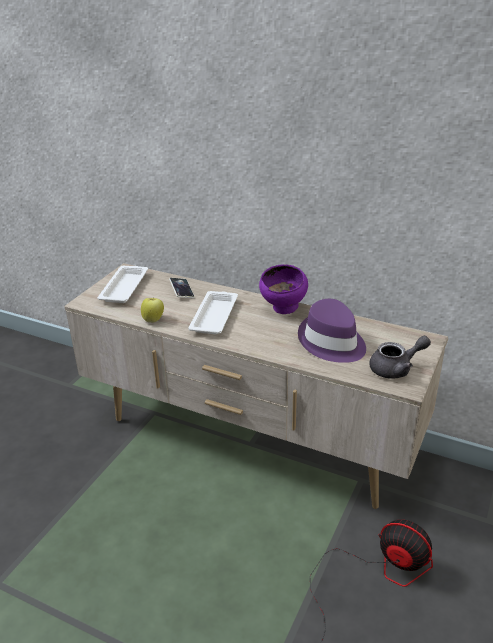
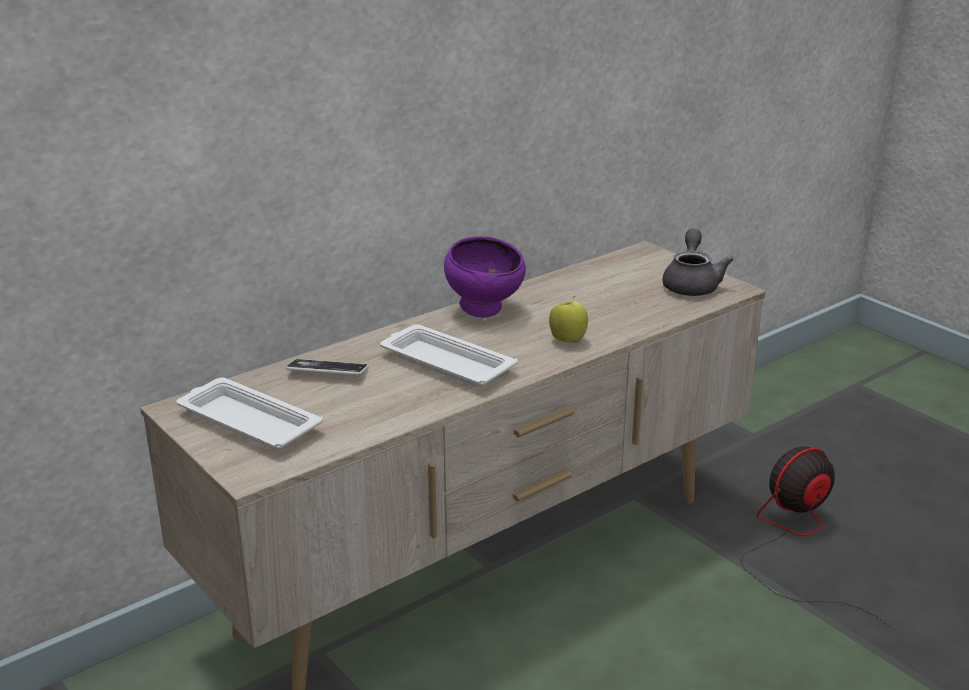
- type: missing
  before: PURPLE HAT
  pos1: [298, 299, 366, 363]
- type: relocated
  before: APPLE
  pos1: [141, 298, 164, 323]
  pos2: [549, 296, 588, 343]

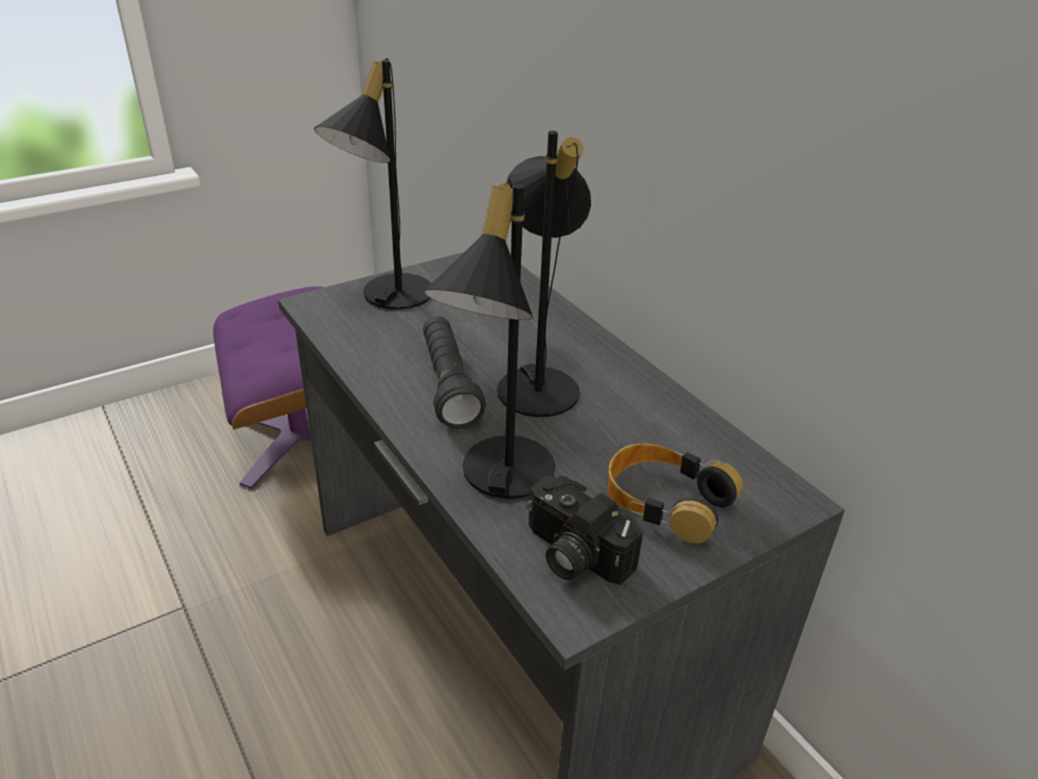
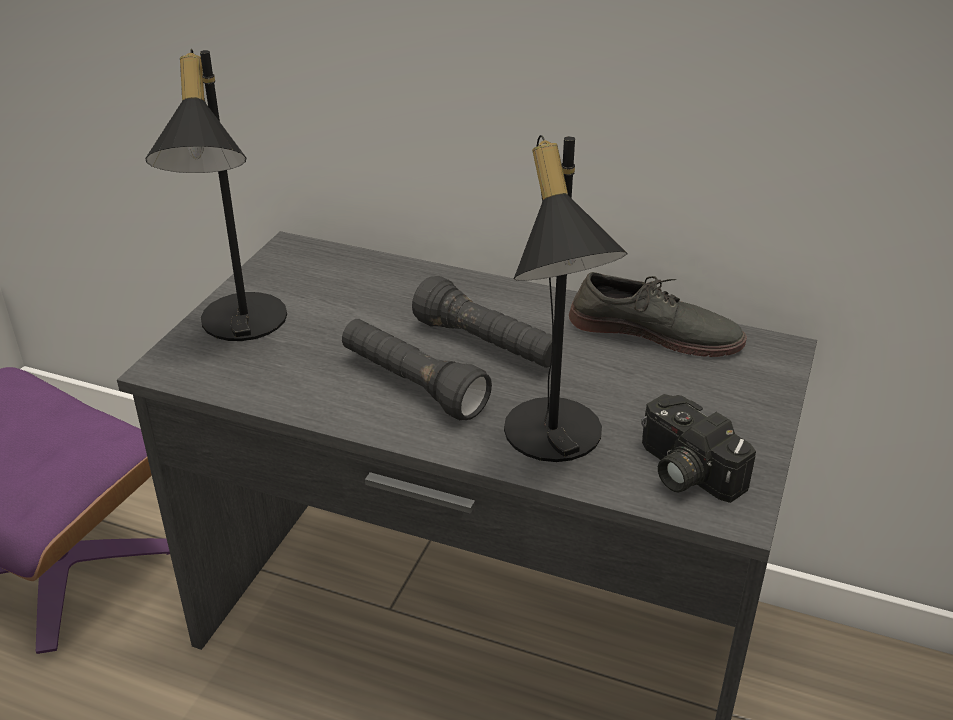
- type: missing
  before: HEADPHONES
  pos1: [607, 444, 743, 544]
- type: appeared
  after: GREY SHOE
  pos2: [569, 272, 747, 357]
- type: exchanged
  before: BLACK TABLE LAMP
  after: BLACK FLASHLIGHT
  pos1: [497, 131, 591, 417]
  pos2: [412, 276, 552, 368]
- type: spun
  before: PHOTO CAMERA
  pos1: [526, 475, 643, 585]
  pos2: [641, 394, 756, 503]
  turn: 45

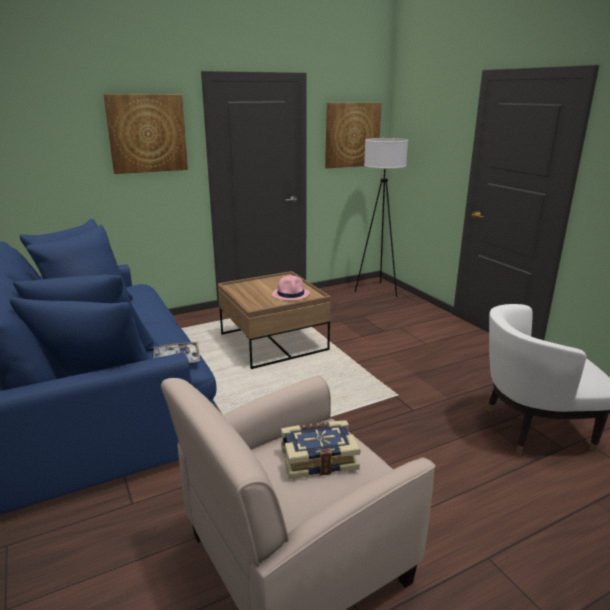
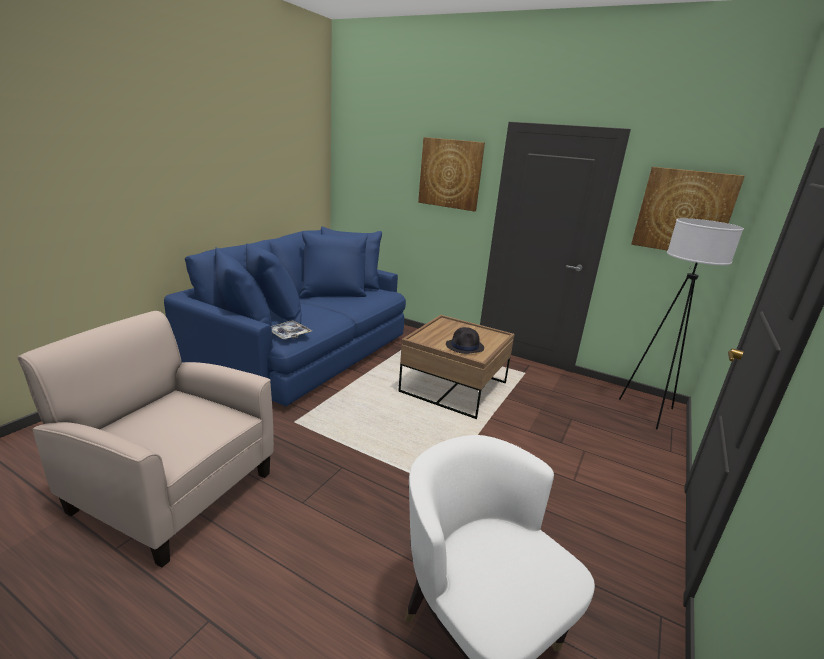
- type: missing
  before: BOOK
  pos1: [281, 420, 360, 479]
- type: colour
  before: PINK HAT
  after: BLACK HAT
  pos1: [272, 276, 310, 301]
  pos2: [446, 327, 484, 354]

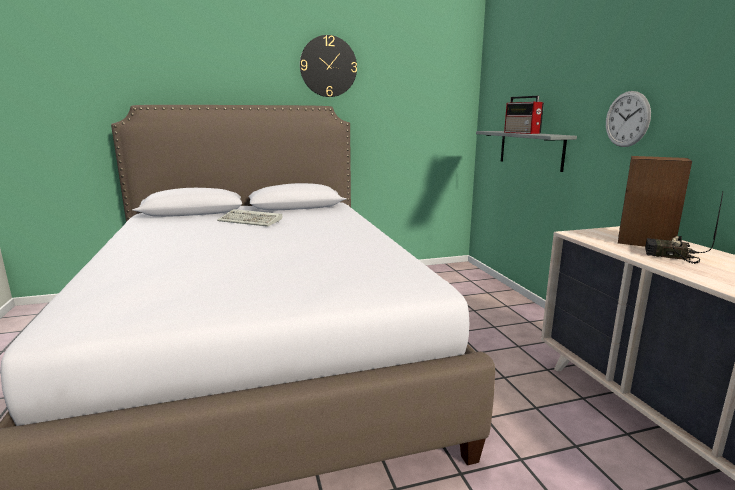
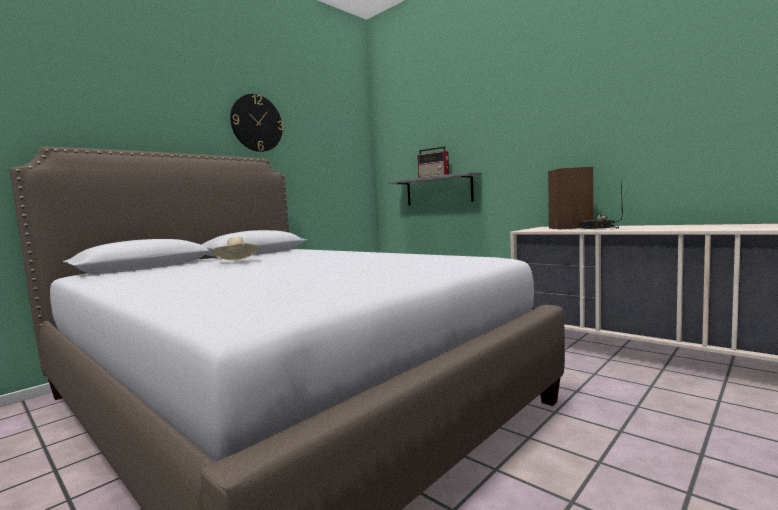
- type: missing
  before: WALL CLOCK
  pos1: [606, 91, 651, 147]
- type: exchanged
  before: KEYBOARD
  after: BEIGE HAT
  pos1: [217, 209, 282, 227]
  pos2: [212, 237, 258, 261]

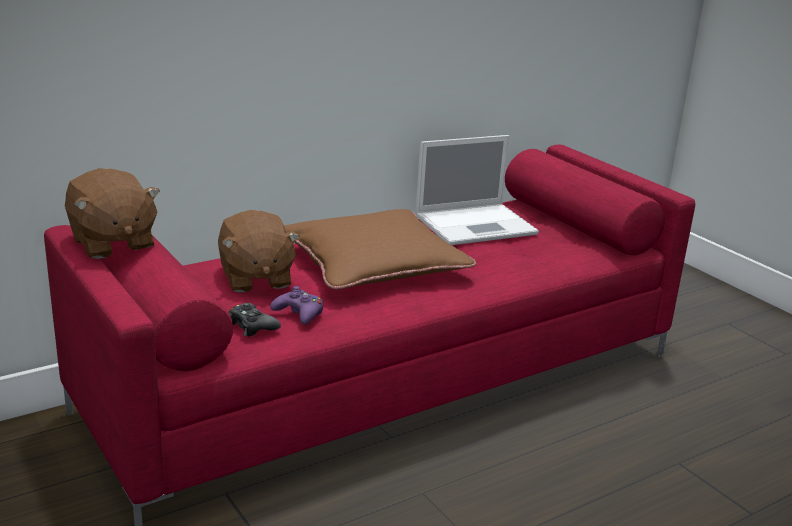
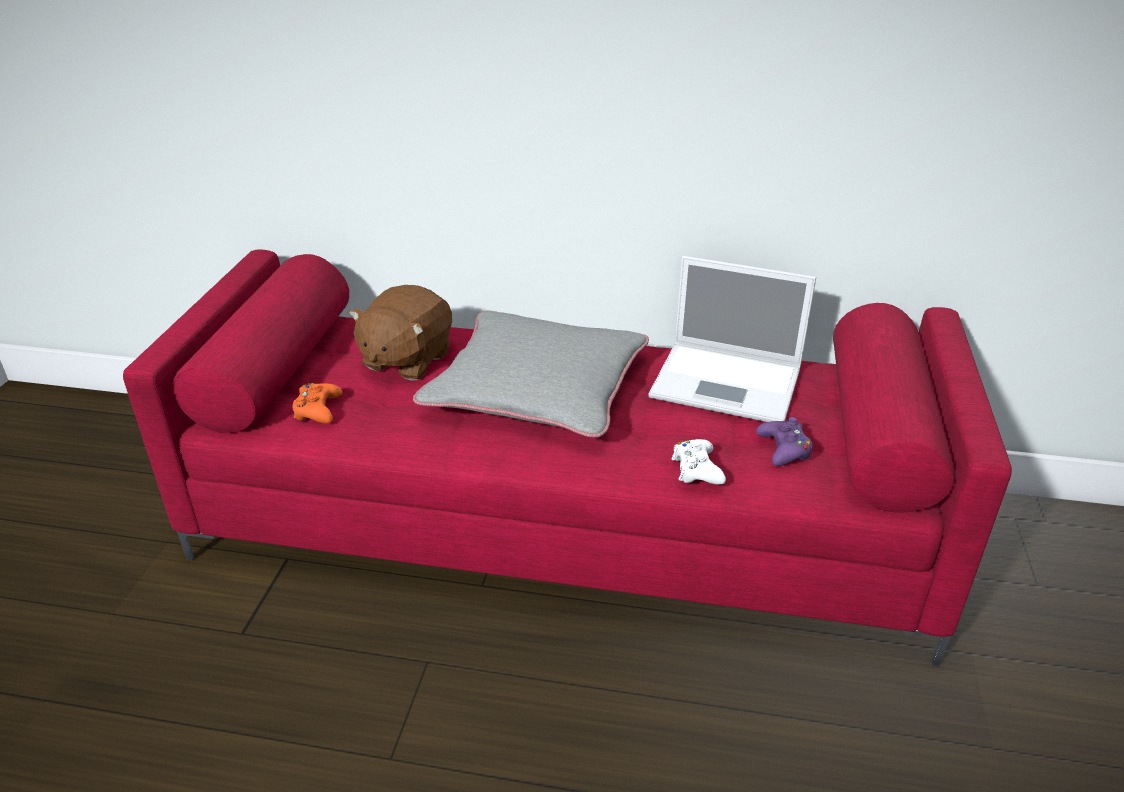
- type: missing
  before: BROWN PLUSH TOY
  pos1: [65, 168, 160, 259]
- type: appeared
  after: WHITE GAME CONTROLLER
  pos2: [671, 439, 726, 484]
- type: relocated
  before: PURPLE GAME CONTROLLER
  pos1: [270, 286, 323, 325]
  pos2: [756, 417, 812, 466]
- type: colour
  before: BLACK GAME CONTROLLER
  after: ORANGE GAME CONTROLLER
  pos1: [229, 303, 281, 337]
  pos2: [293, 383, 342, 424]
- type: colour
  before: BROWN PILLOW
  after: GREY PILLOW
  pos1: [284, 209, 476, 289]
  pos2: [413, 310, 649, 438]

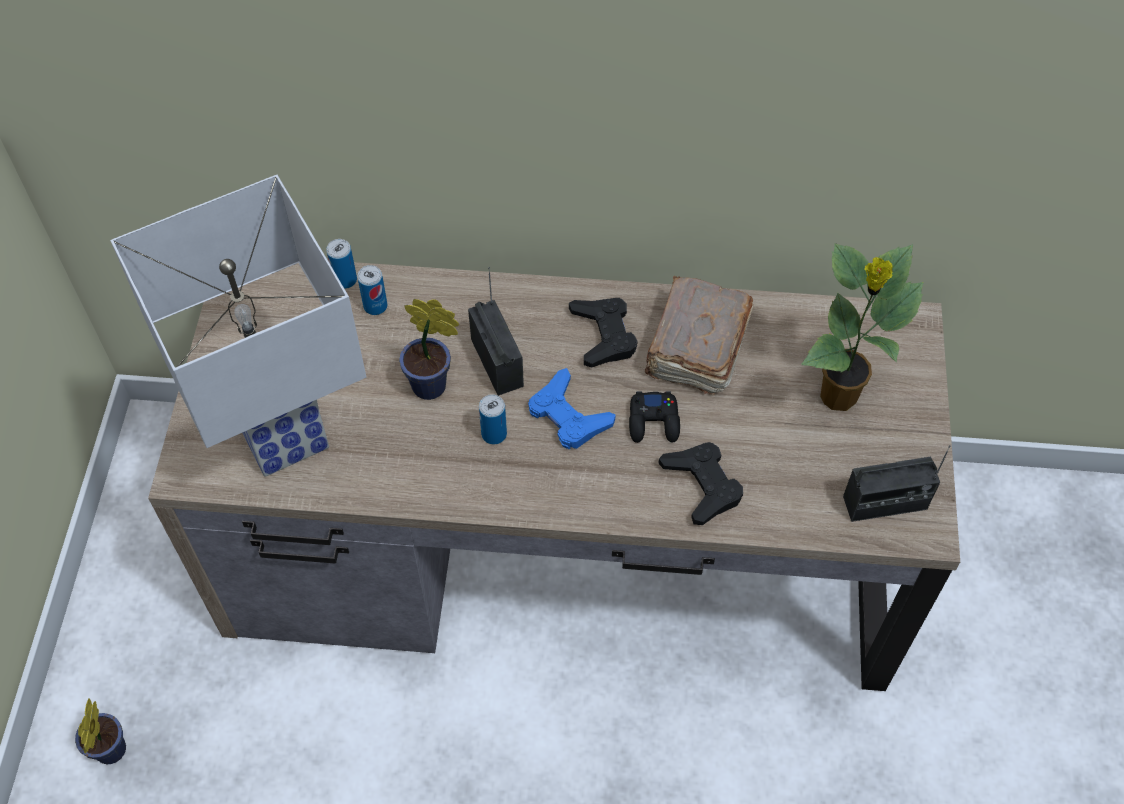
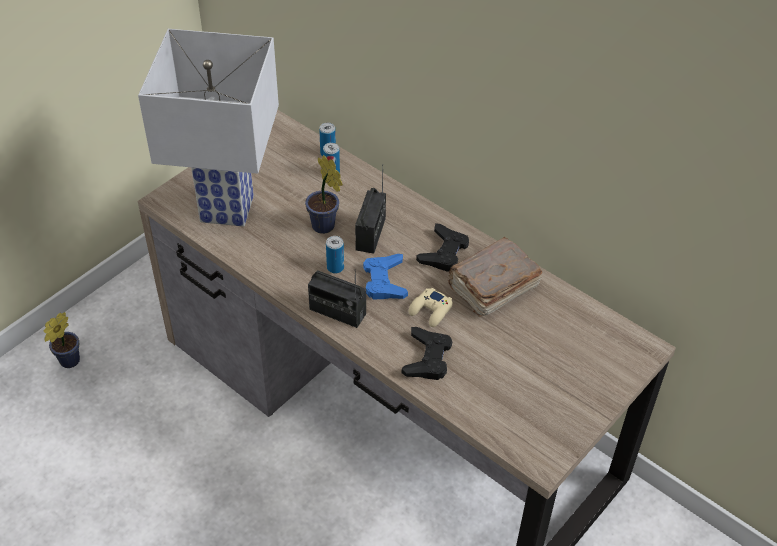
- type: missing
  before: POTTED PLANT
  pos1: [801, 243, 923, 411]
- type: relocated
  before: RADIO
  pos1: [843, 445, 950, 522]
  pos2: [308, 269, 366, 328]
- type: colour
  before: BLACK GAME CONTROLLER
  after: BEIGE GAME CONTROLLER
  pos1: [629, 392, 680, 443]
  pos2: [409, 288, 453, 327]

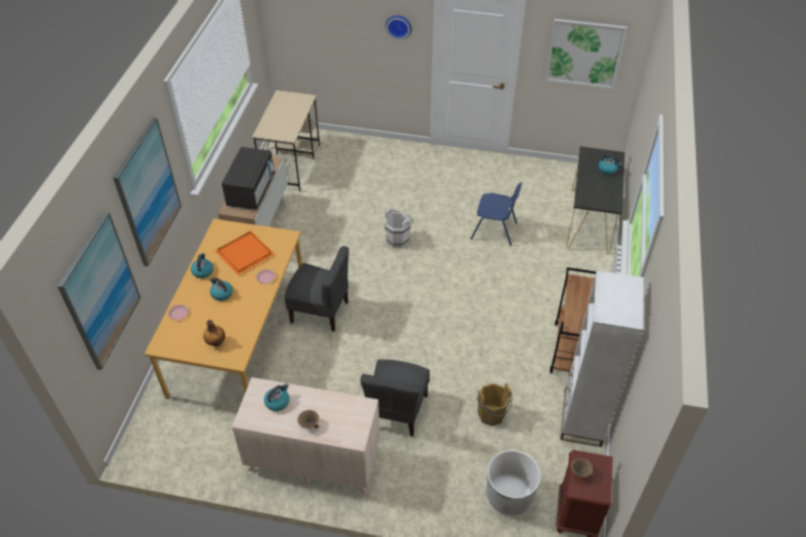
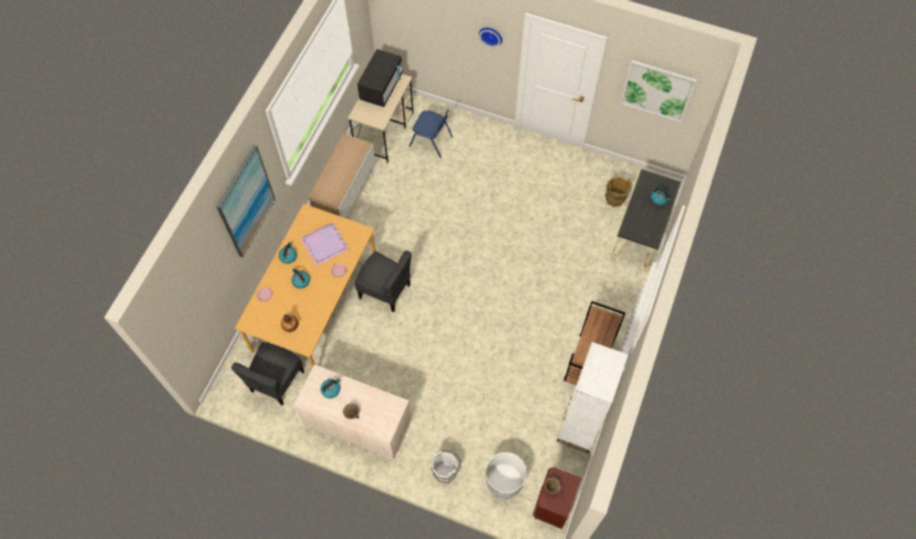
- type: missing
  before: PICTURE
  pos1: [57, 212, 141, 370]
- type: relocated
  before: BLACK MICROWAVE
  pos1: [222, 147, 274, 210]
  pos2: [357, 49, 403, 107]
- type: relocated
  before: GREY CHAIR
  pos1: [360, 359, 430, 437]
  pos2: [231, 342, 304, 406]
- type: relocated
  before: WHITE BUCKET
  pos1: [385, 207, 413, 248]
  pos2: [431, 450, 461, 483]
- type: relocated
  before: BLUE CHAIR
  pos1: [470, 182, 522, 246]
  pos2: [409, 109, 453, 158]
- type: relocated
  before: BROWN BUCKET
  pos1: [477, 383, 512, 426]
  pos2: [605, 177, 632, 207]
- type: colour
  before: ORANGE TRAY
  after: PURPLE TRAY
  pos1: [215, 231, 275, 275]
  pos2: [301, 222, 349, 266]

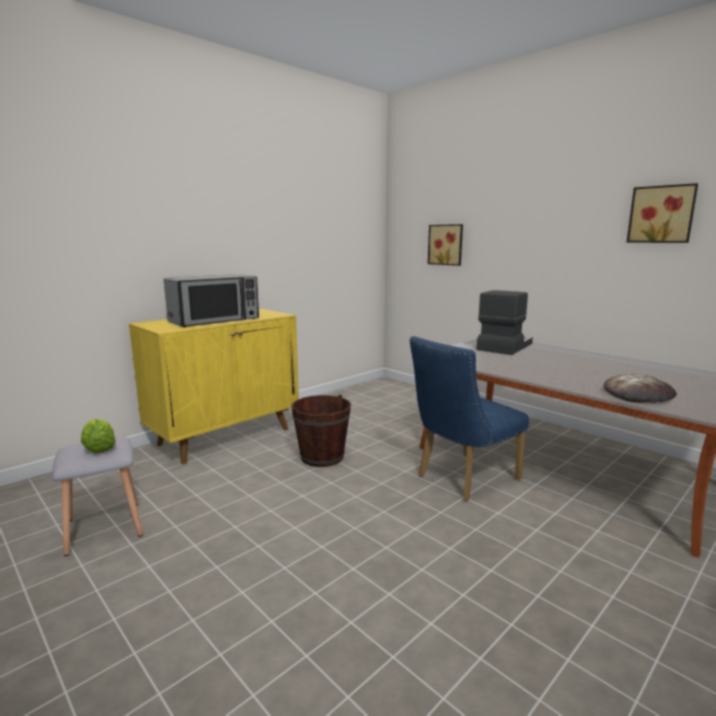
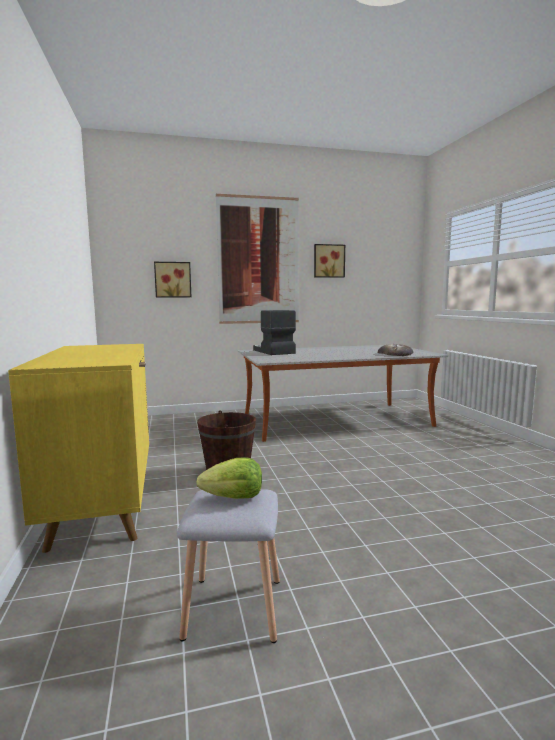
- type: missing
  before: MICROWAVE
  pos1: [164, 274, 259, 327]
- type: missing
  before: BLUE CHAIR
  pos1: [409, 336, 529, 502]
- type: appeared
  after: PICTURE
  pos2: [216, 194, 299, 324]

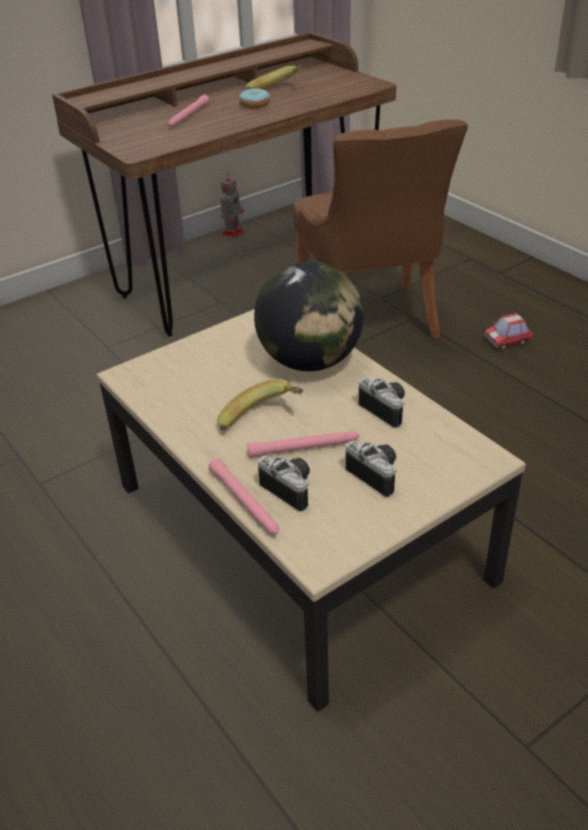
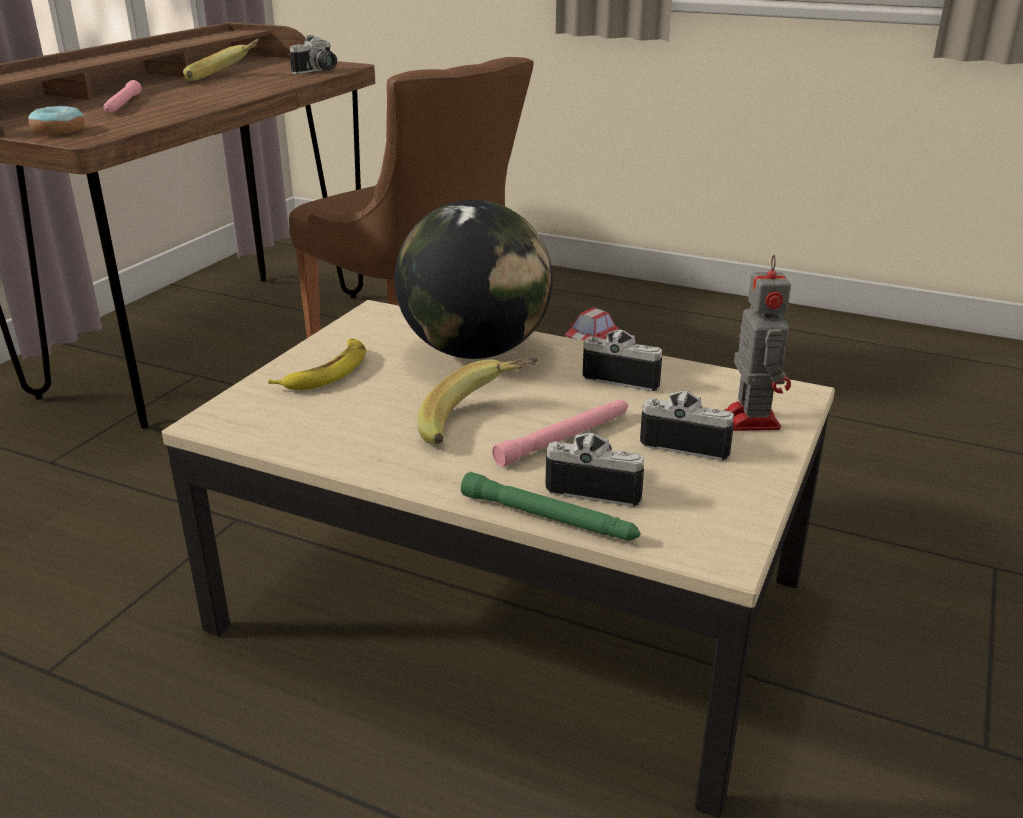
- type: appeared
  after: BANANA
  pos2: [268, 338, 366, 390]
- type: appeared
  after: PHOTO CAMERA
  pos2: [289, 35, 337, 74]
- type: relocated
  before: TOY ROBOT
  pos1: [220, 173, 244, 237]
  pos2: [725, 255, 791, 431]
- type: relocated
  before: DONUT
  pos1: [239, 88, 270, 108]
  pos2: [28, 106, 84, 135]
- type: colour
  before: PINK FLASHLIGHT
  after: GREEN FLASHLIGHT
  pos1: [209, 458, 279, 535]
  pos2: [461, 472, 640, 541]

